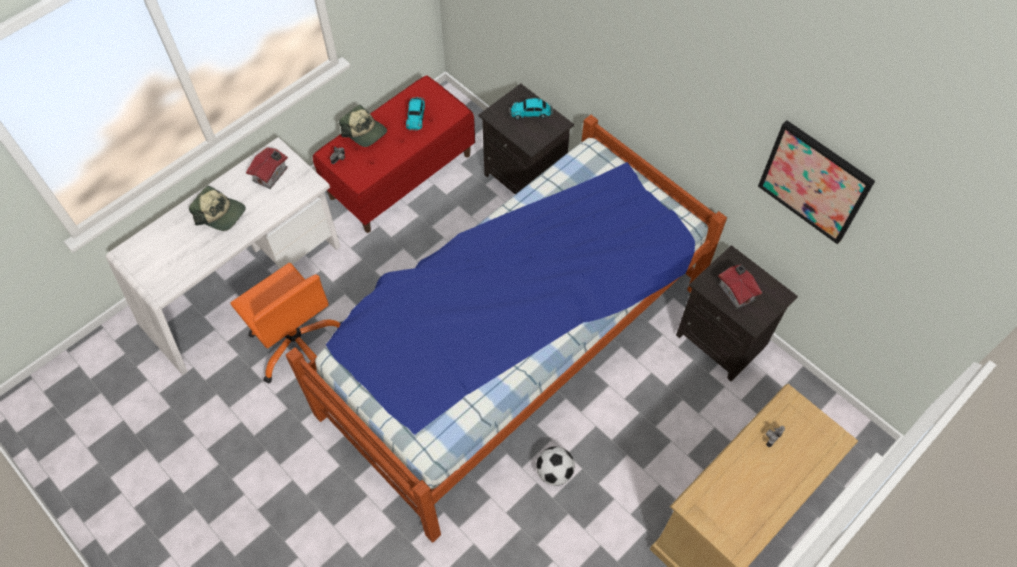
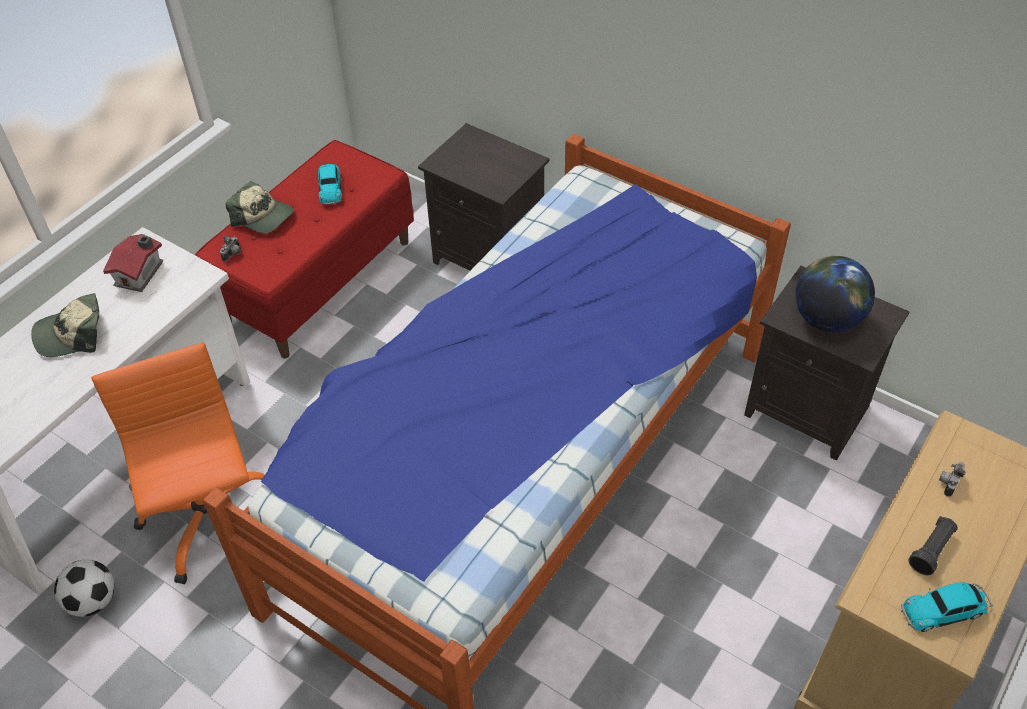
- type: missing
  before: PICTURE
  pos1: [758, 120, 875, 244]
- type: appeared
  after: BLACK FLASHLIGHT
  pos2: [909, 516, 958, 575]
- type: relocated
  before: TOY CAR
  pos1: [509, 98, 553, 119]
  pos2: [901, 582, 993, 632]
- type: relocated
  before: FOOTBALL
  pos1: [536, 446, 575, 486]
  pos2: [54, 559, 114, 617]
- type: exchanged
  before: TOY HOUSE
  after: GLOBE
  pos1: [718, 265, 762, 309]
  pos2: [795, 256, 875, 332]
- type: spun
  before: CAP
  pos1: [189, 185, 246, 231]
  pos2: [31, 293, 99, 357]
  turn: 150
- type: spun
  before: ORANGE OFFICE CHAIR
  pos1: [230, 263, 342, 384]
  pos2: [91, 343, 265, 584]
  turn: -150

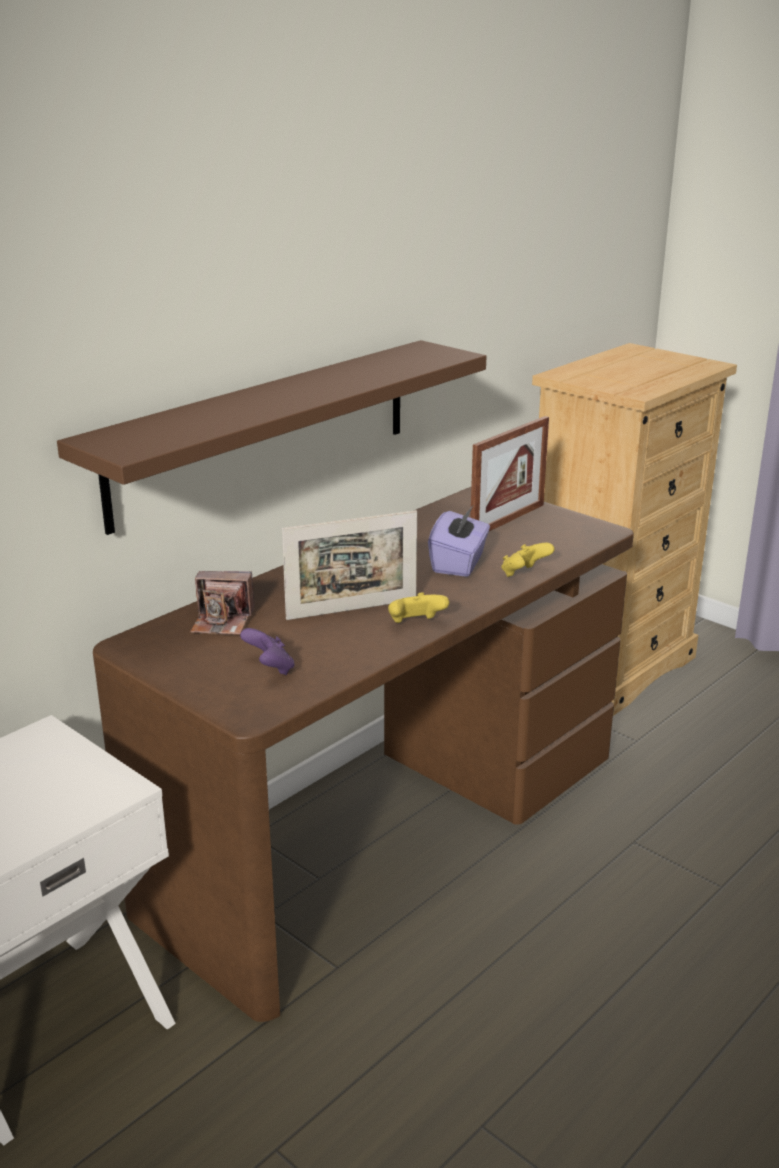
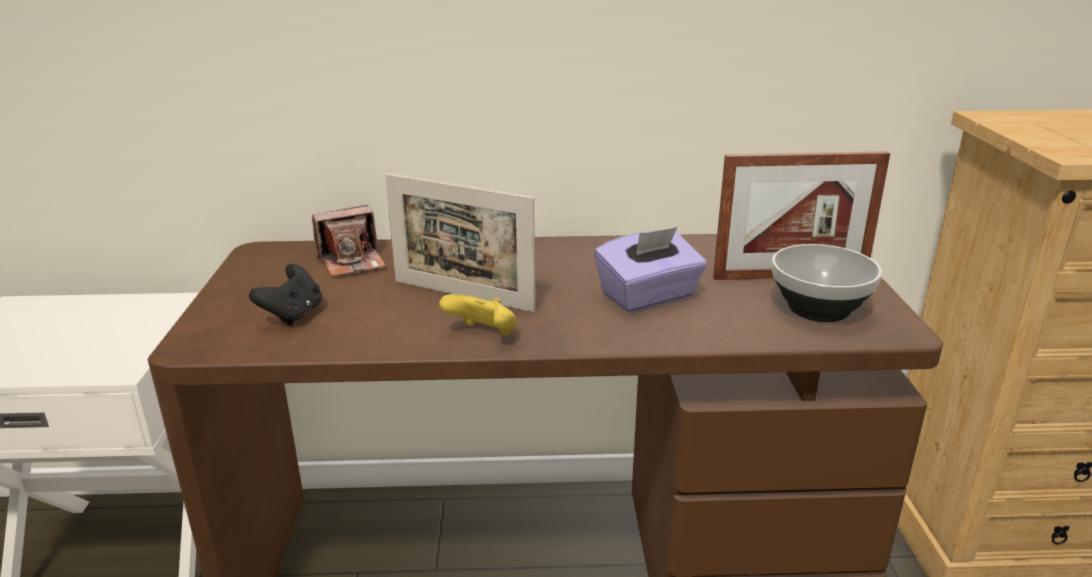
- type: missing
  before: BROWN SHELF
  pos1: [57, 340, 487, 535]
- type: missing
  before: YELLOW GAME CONTROLLER
  pos1: [501, 543, 555, 577]
- type: appeared
  after: BOWL
  pos2: [772, 244, 882, 322]
- type: colour
  before: PURPLE GAME CONTROLLER
  after: BLACK GAME CONTROLLER
  pos1: [240, 628, 295, 675]
  pos2: [249, 264, 322, 326]
- type: spun
  before: PHOTO CAMERA
  pos1: [190, 571, 255, 635]
  pos2: [312, 205, 386, 277]
  turn: -75

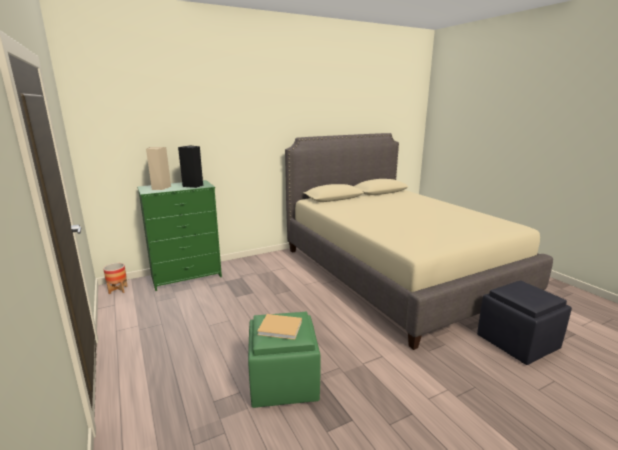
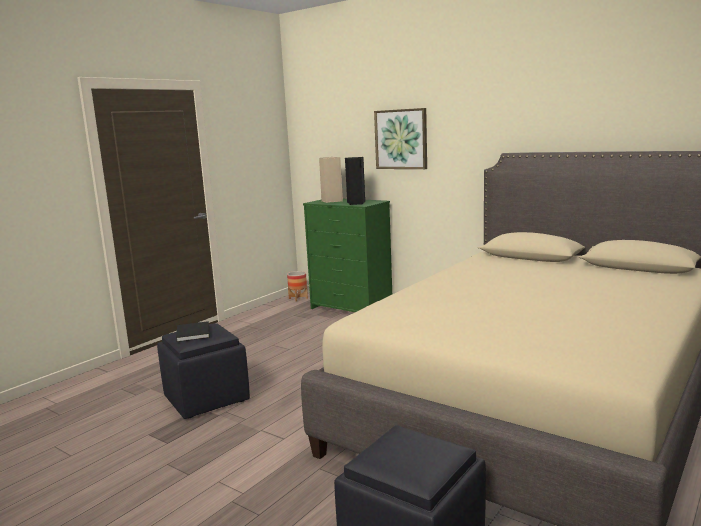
- type: appeared
  after: PICTURE
  pos2: [374, 108, 427, 169]
- type: colour
  before: GREEN OTTOMAN
  after: BLACK OTTOMAN
  pos1: [248, 312, 321, 408]
  pos2: [157, 323, 250, 419]
- type: colour
  before: BEIGE BOOK
  after: BLACK BOOK
  pos1: [257, 314, 302, 340]
  pos2: [176, 321, 210, 342]

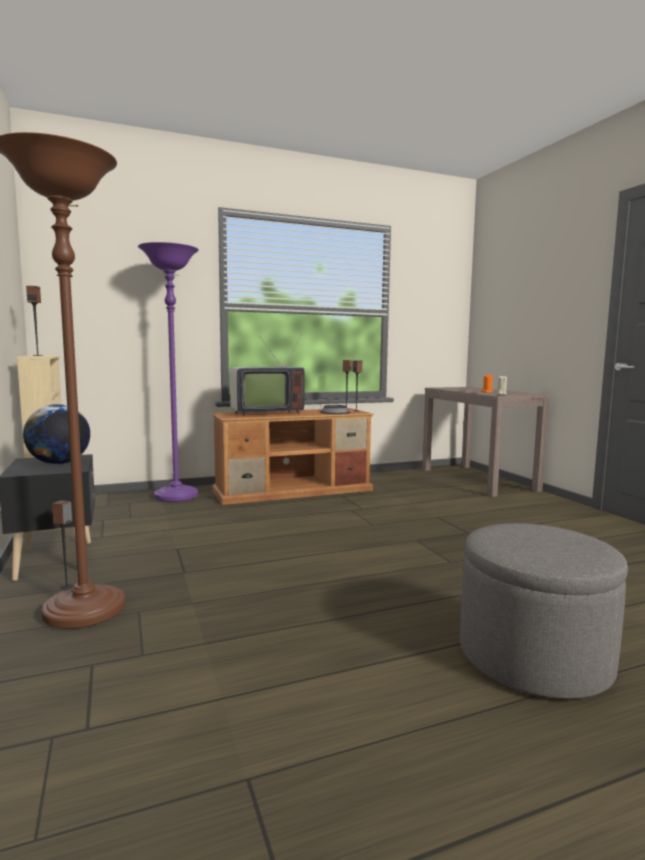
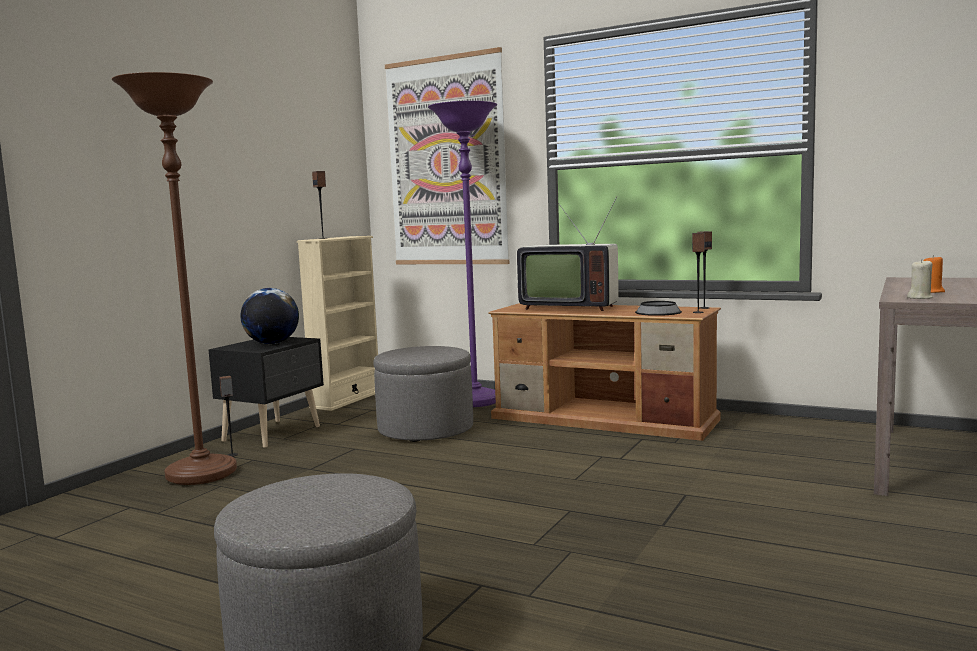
- type: appeared
  after: GREY OTTOMAN
  pos2: [373, 346, 473, 442]
- type: appeared
  after: PICTURE
  pos2: [385, 47, 509, 264]

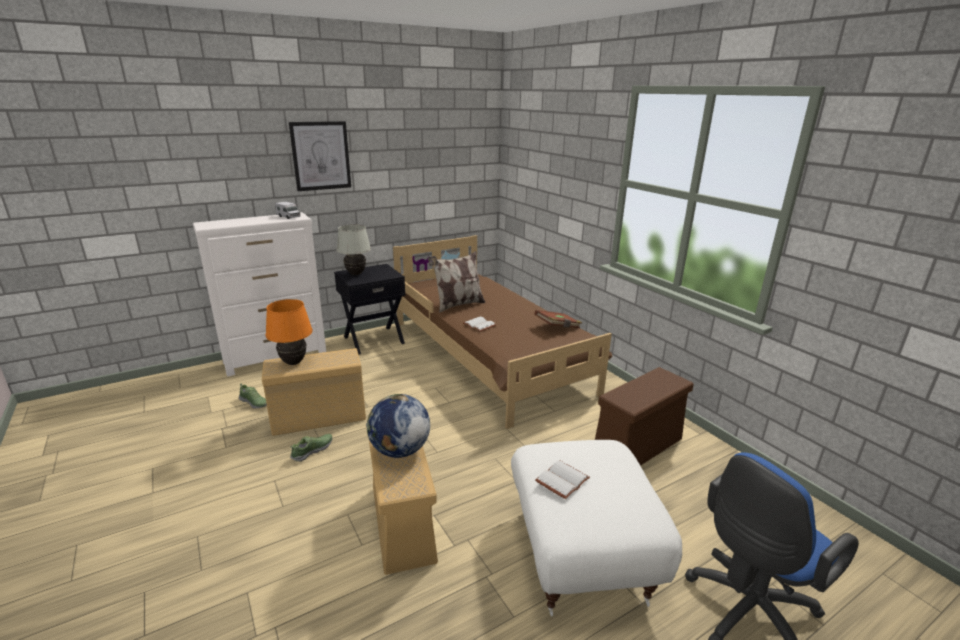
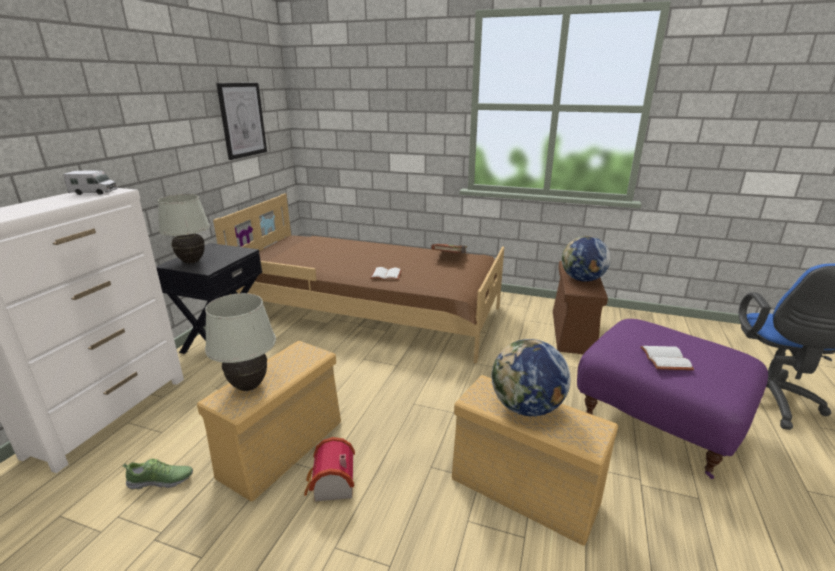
- type: missing
  before: PILLOW
  pos1: [428, 251, 485, 313]
- type: appeared
  after: GLOBE
  pos2: [562, 236, 611, 282]
- type: relocated
  before: PICTURE
  pos1: [289, 121, 351, 191]
  pos2: [216, 83, 267, 160]
- type: exchanged
  before: SHOE
  after: TOY HOUSE
  pos1: [290, 434, 332, 462]
  pos2: [304, 437, 355, 501]
- type: colour
  before: ORANGE TABLE LAMP
  after: WHITE TABLE LAMP
  pos1: [266, 299, 313, 365]
  pos2: [205, 293, 276, 391]
- type: colour
  before: WHITE OTTOMAN
  after: PURPLE OTTOMAN
  pos1: [511, 440, 682, 616]
  pos2: [577, 319, 768, 479]

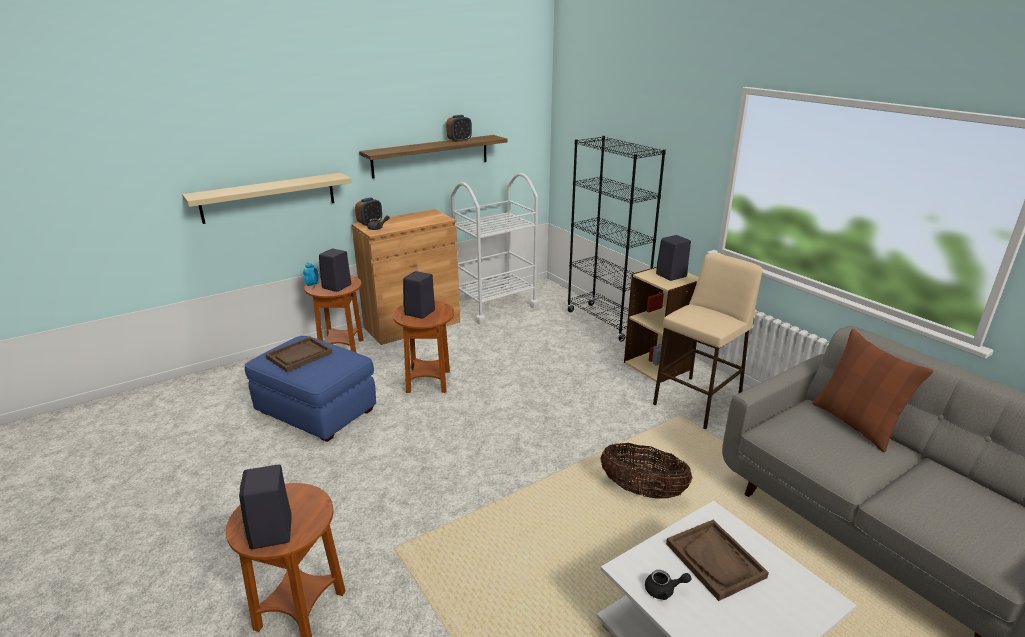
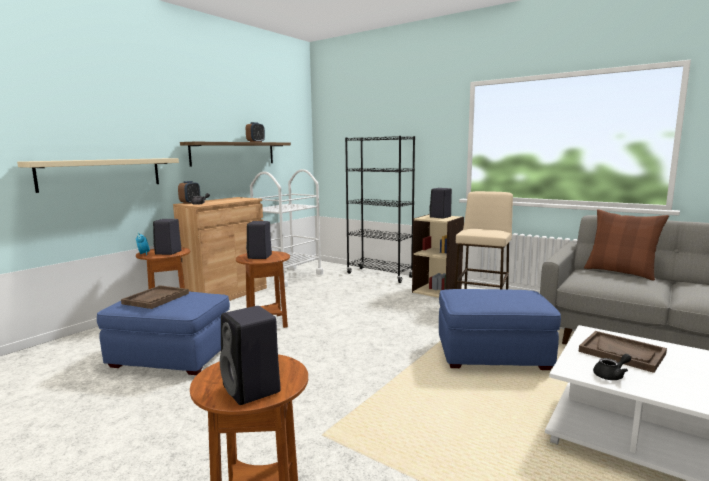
- type: exchanged
  before: BASKET
  after: BLUE OTTOMAN
  pos1: [601, 443, 693, 499]
  pos2: [439, 289, 561, 370]

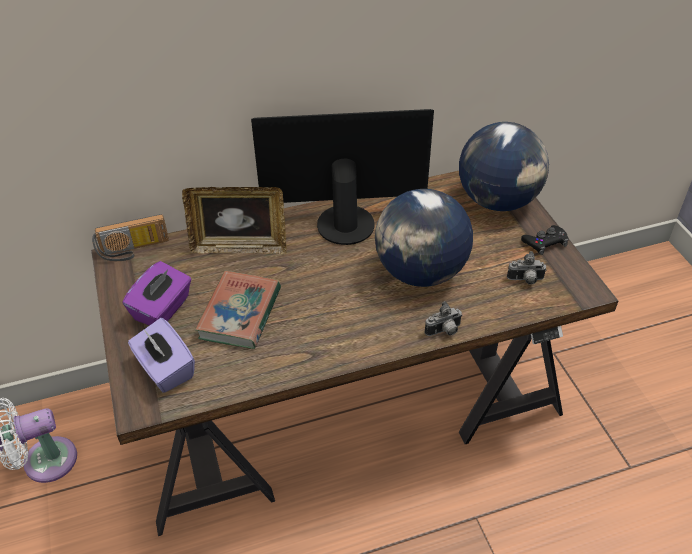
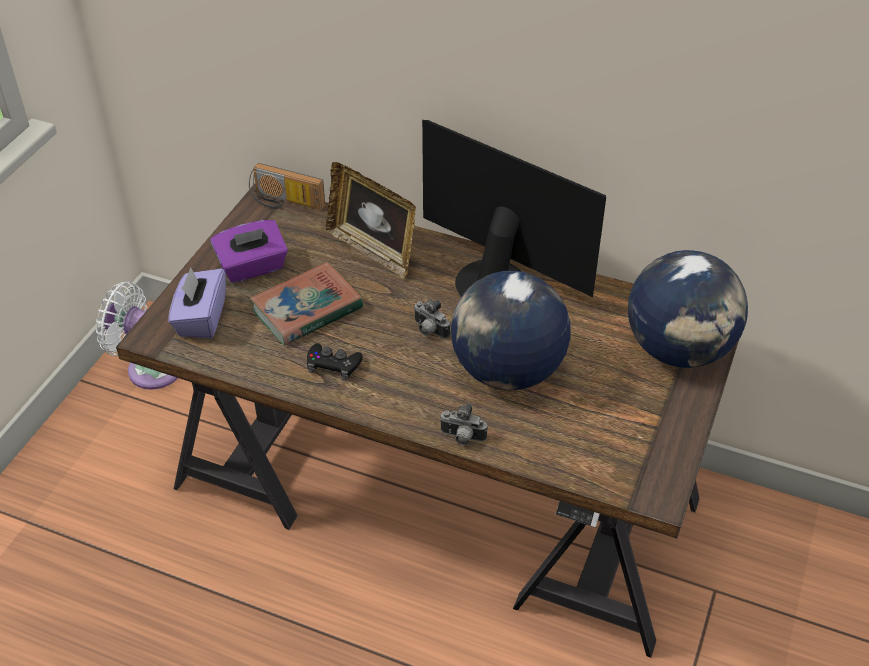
- type: relocated
  before: PHOTO CAMERA
  pos1: [507, 251, 547, 285]
  pos2: [414, 299, 450, 339]
- type: relocated
  before: BLACK GAME CONTROLLER
  pos1: [521, 225, 569, 255]
  pos2: [307, 343, 363, 381]

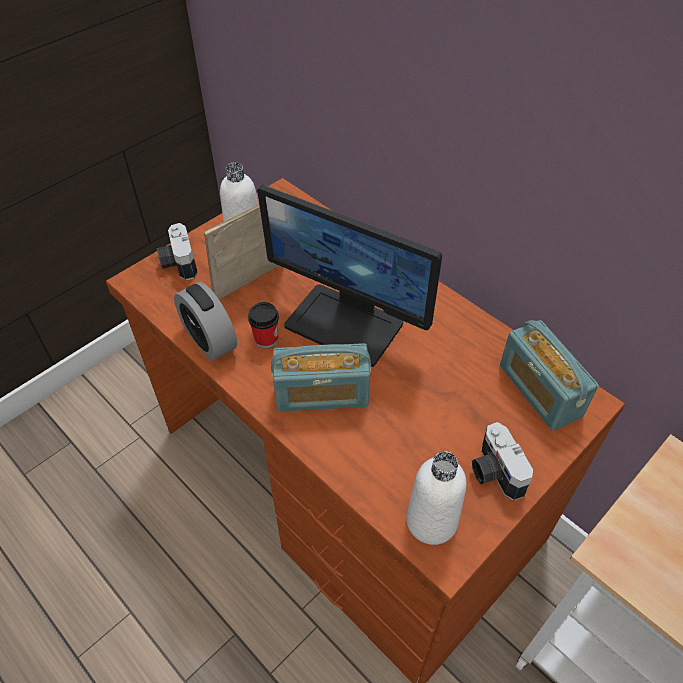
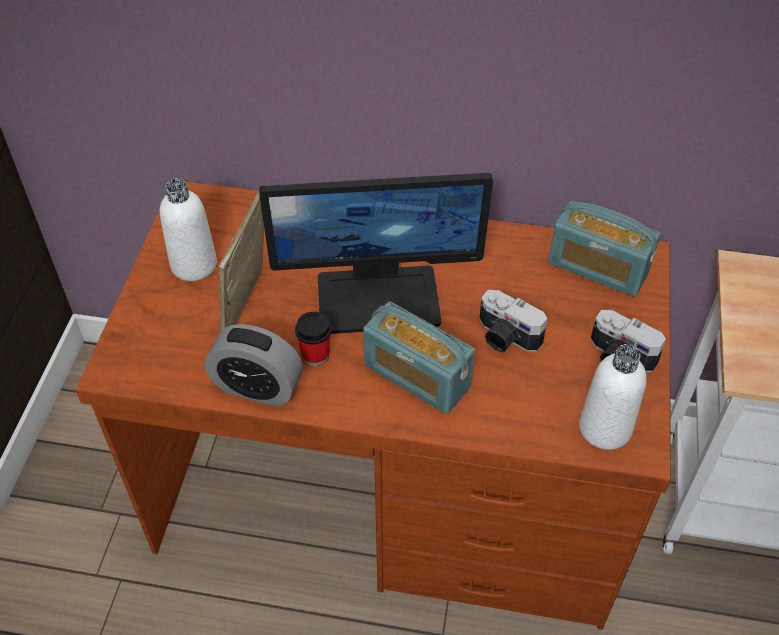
- type: relocated
  before: PHOTO CAMERA
  pos1: [157, 223, 198, 280]
  pos2: [480, 290, 547, 352]
- type: spun
  before: RADIO
  pos1: [271, 343, 371, 412]
  pos2: [363, 301, 475, 414]
  turn: 75

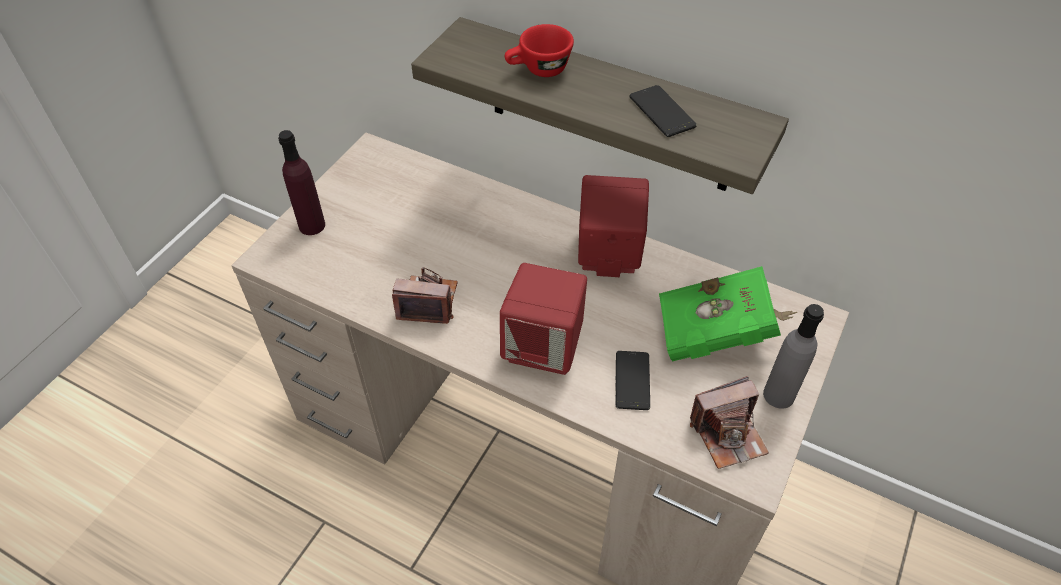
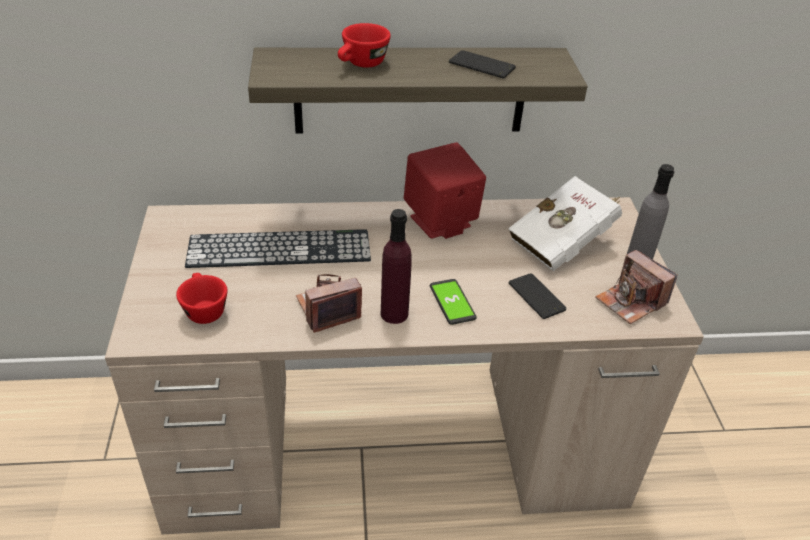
- type: appeared
  after: RED CUP
  pos2: [176, 273, 227, 324]
- type: appeared
  after: KEYBOARD
  pos2: [185, 229, 371, 268]
- type: relocated
  before: PURPLE BOTTLE
  pos1: [278, 130, 325, 235]
  pos2: [381, 209, 412, 324]
- type: exchanged
  before: RED SPEAKER
  after: PHONE
  pos1: [500, 263, 587, 375]
  pos2: [430, 279, 477, 325]
- type: colour
  before: GREEN BOOK
  after: WHITE BOOK
  pos1: [659, 266, 797, 361]
  pos2: [508, 176, 622, 271]
- type: spun
  before: PHOTO CAMERA
  pos1: [690, 376, 769, 469]
  pos2: [595, 250, 677, 324]
  turn: 105

